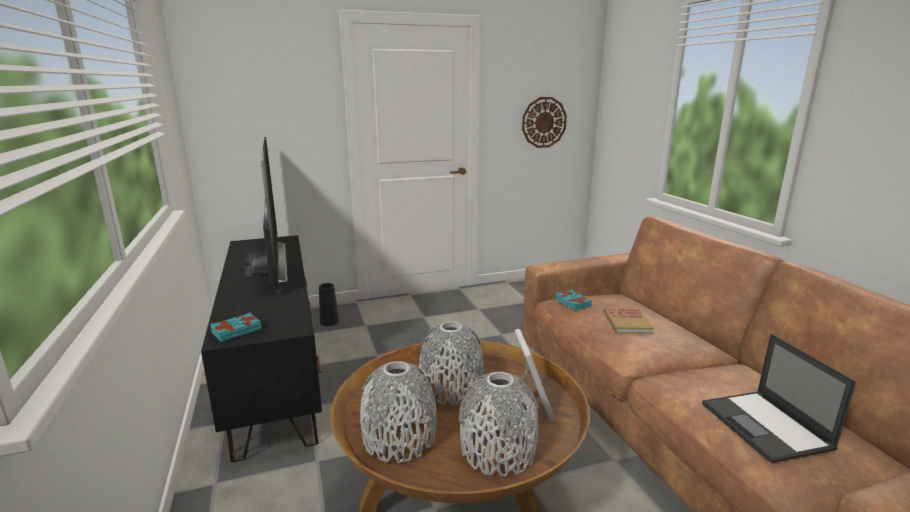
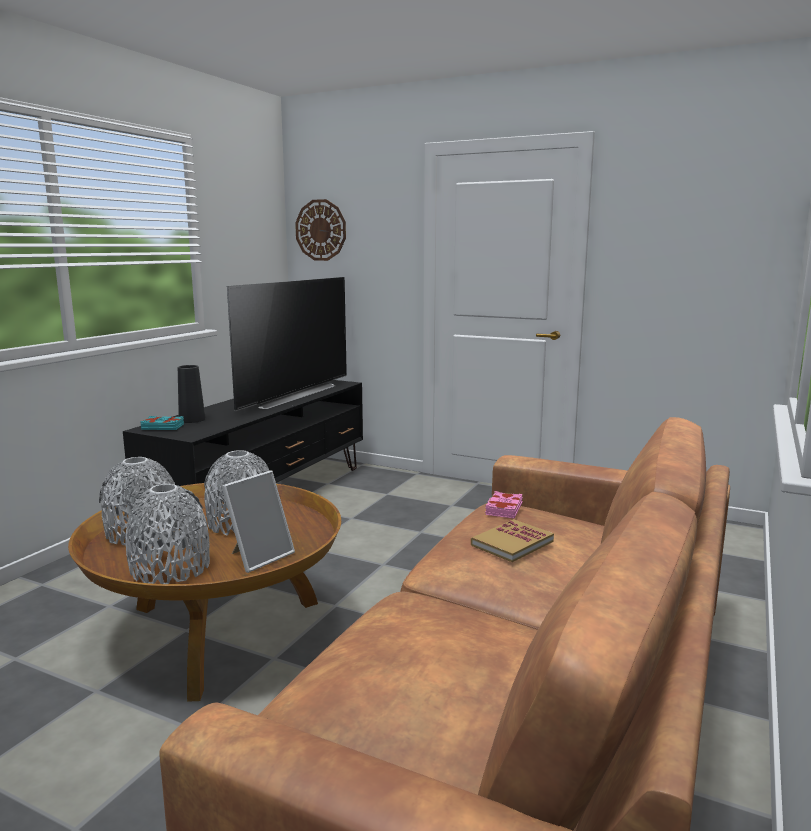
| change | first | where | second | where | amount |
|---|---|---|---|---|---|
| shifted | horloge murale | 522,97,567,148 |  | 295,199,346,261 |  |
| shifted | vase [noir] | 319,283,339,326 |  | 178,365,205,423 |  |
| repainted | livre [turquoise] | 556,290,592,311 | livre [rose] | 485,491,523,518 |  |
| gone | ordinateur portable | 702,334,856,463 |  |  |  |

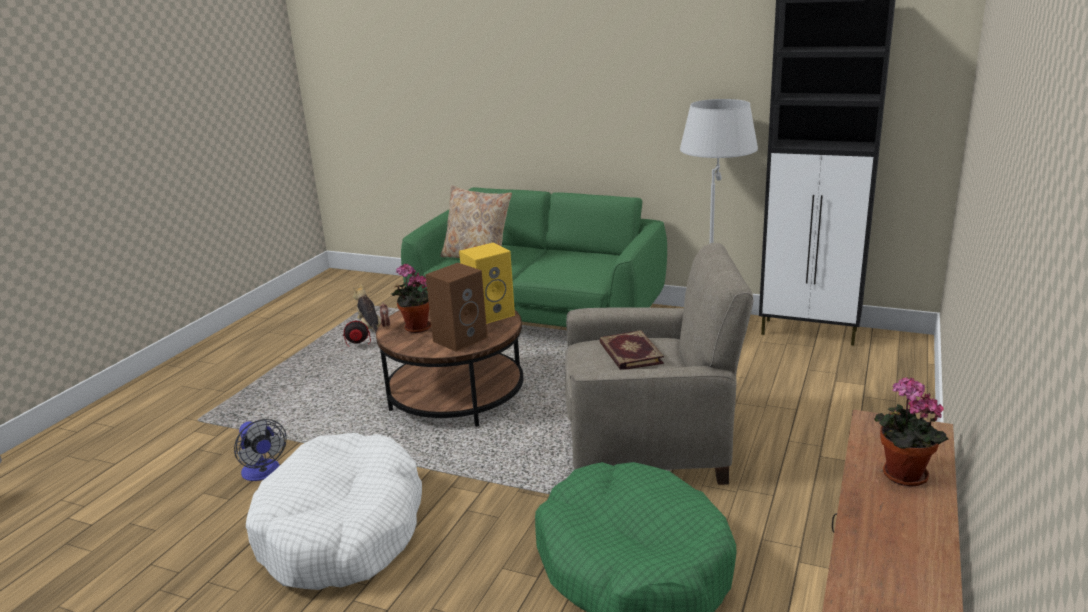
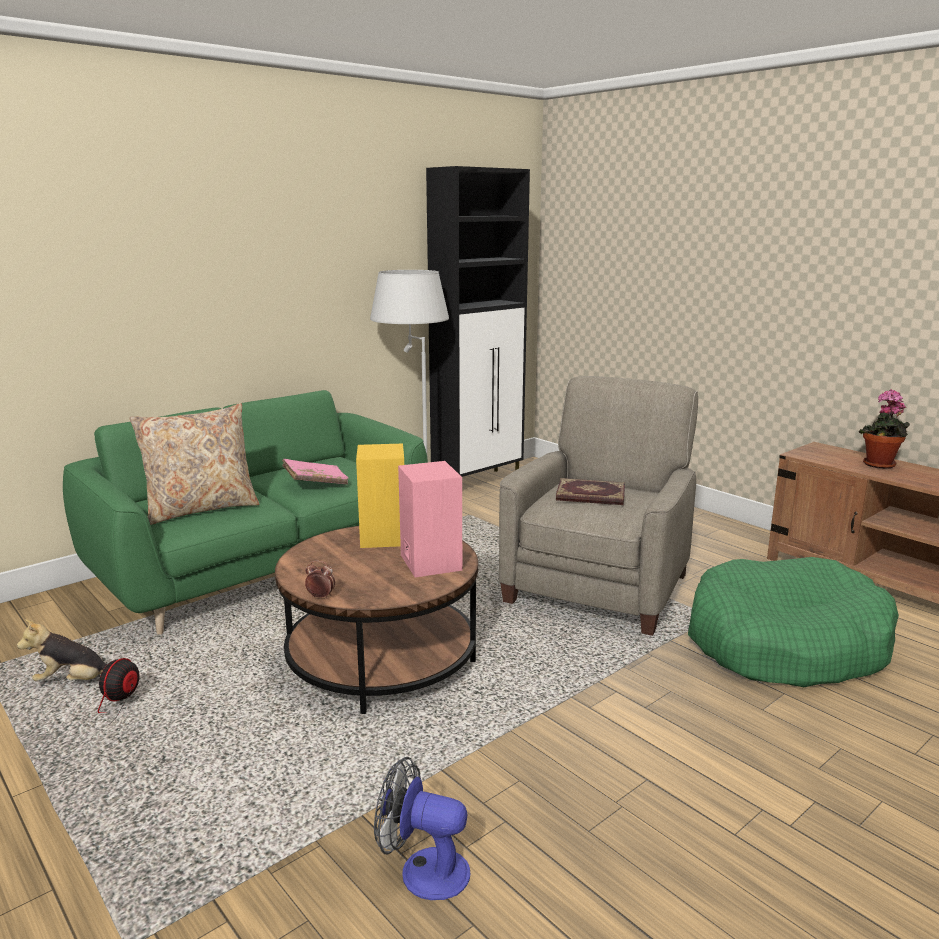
| change | first | where | second | where | amount |
|---|---|---|---|---|---|
| gone | plante en pot | 391,263,431,333 |  |  |  |
| repainted | enceinte [marron] | 425,263,488,352 | enceinte [rose] | 398,461,462,577 |  |
| rotated | ventilateur | 234,419,287,481 |  | 374,757,470,900 | 150 degrees counterclockwise |
| gone | panier pour chien [blanc] | 246,433,422,590 |  |  |  |
| new |  |  | livre [rose] | 282,459,348,485 |  |

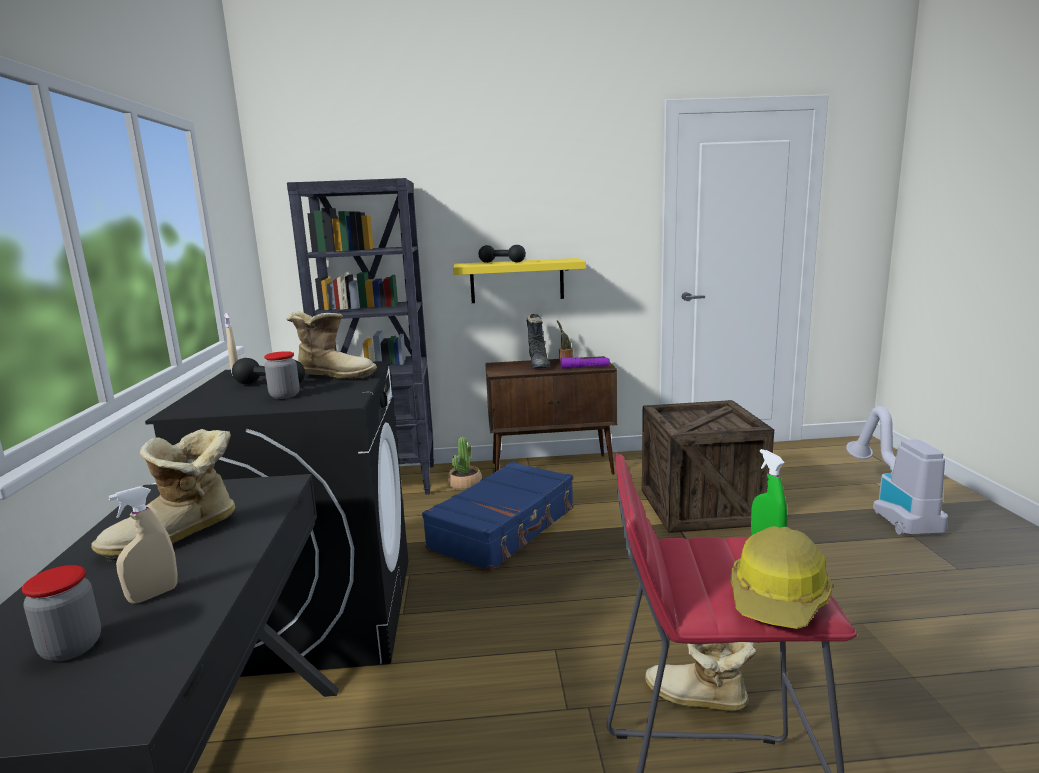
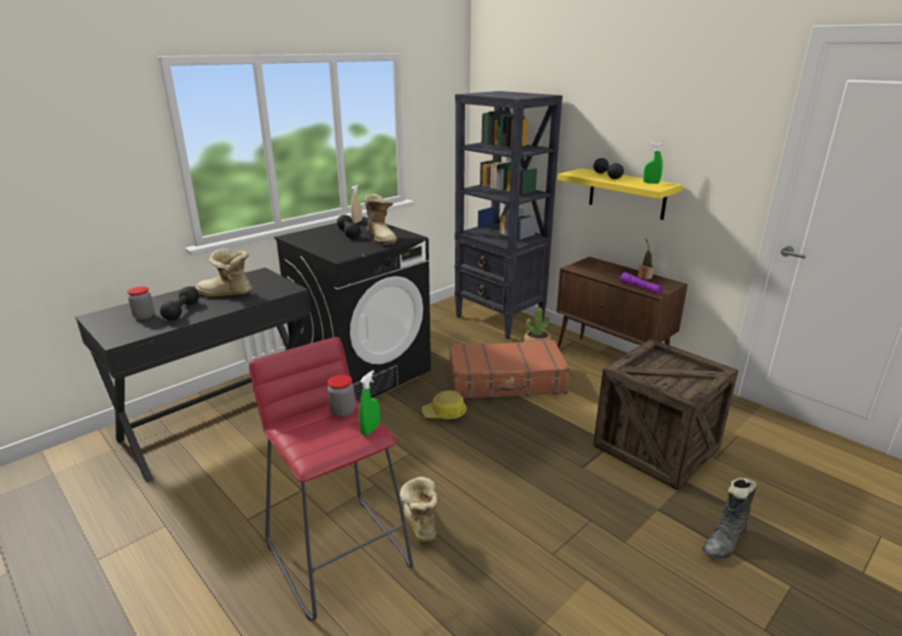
| change | first | where | second | where | amount |
|---|---|---|---|---|---|
| shifted | botte [noir] | 526,314,549,369 |  | 702,477,757,560 |  |
| shifted | bocal | 264,351,300,399 |  | 327,375,355,417 |  |
| gone | aspirateur | 846,406,948,535 |  |  |  |
| repainted | valise [bleu] | 422,461,574,571 | valise [marron] | 449,340,570,399 |  |
| swapped | vaporisateur [beige] | 108,486,178,603 | haltère [noir] | 160,286,199,320 |  |
| shifted | casque de chantier | 730,526,833,629 |  | 422,390,467,419 |  |
| new |  |  | vaporisateur [vert] | 643,142,663,184 |  |

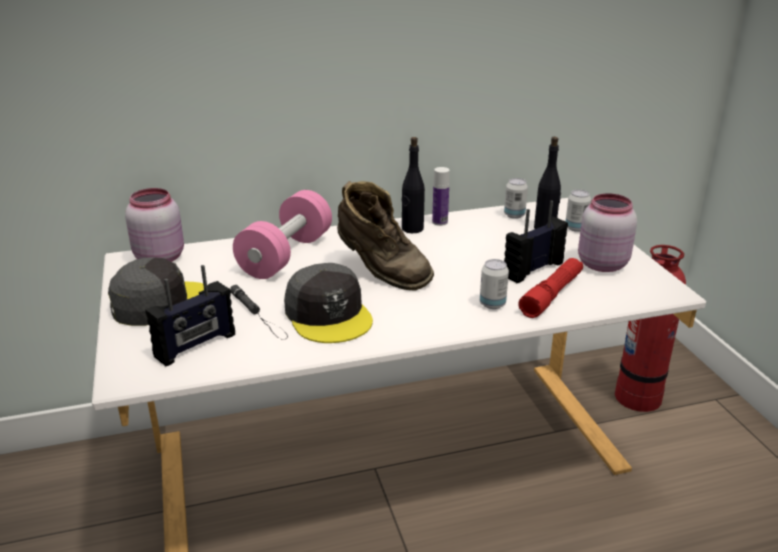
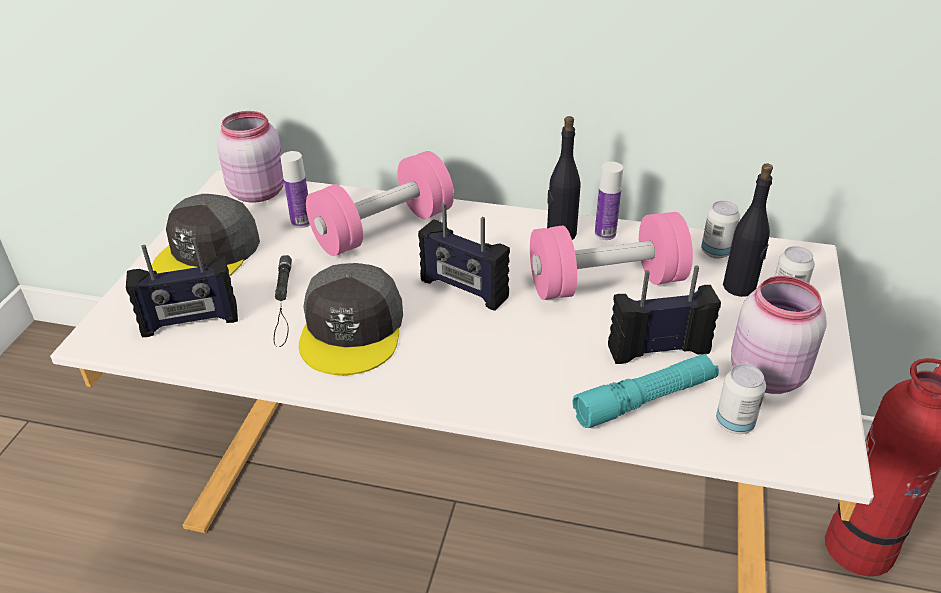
| change | first | where | second | where | amount |
|---|---|---|---|---|---|
| swapped | botte [marron] | 337,181,434,291 | radio | 418,203,510,311 |  |
| rotated | casquette [gris] | 108,257,204,326 |  | 152,194,260,277 | 105 degrees clockwise |
| repainted | lampe de poche [rouge] | 518,258,583,318 | lampe de poche [turquoise] | 572,354,719,428 |  |
| shifted | boîte métallique | 480,259,509,309 |  | 716,364,766,434 |  |
| new |  |  | bouteille | 281,151,310,228 |  |
| new |  |  | haltère [rose] | 530,212,693,300 |  |

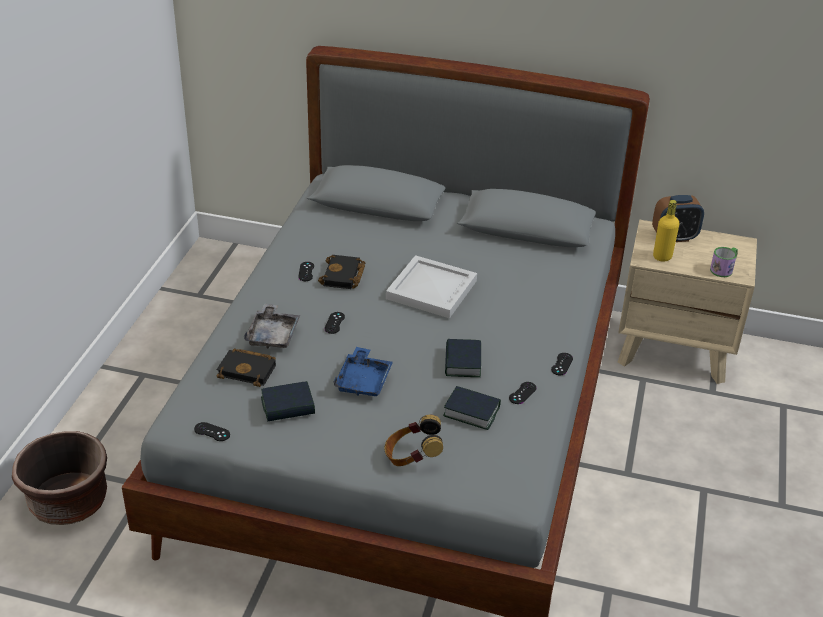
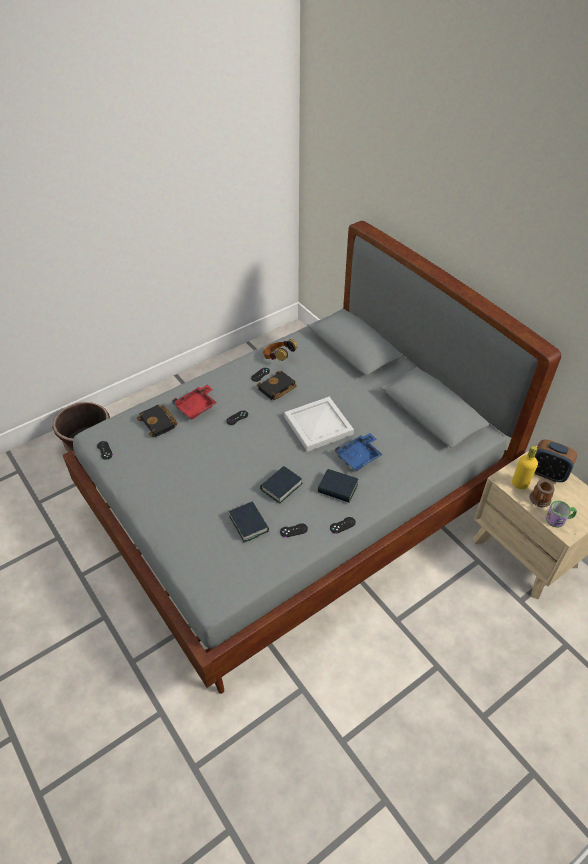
| change | first | where | second | where | amount |
|---|---|---|---|---|---|
| repainted | plateau [gris] | 244,303,300,348 | plateau [rouge] | 172,385,217,419 |  |
| shifted | plateau [bleu] | 334,347,393,396 |  | 335,433,383,471 |  |
| shifted | livre | 261,381,315,422 |  | 318,469,358,503 |  |
| shifted | casque audio | 384,415,443,466 |  | 263,339,298,361 |  |
| new |  |  | mug | 530,479,555,507 |  |

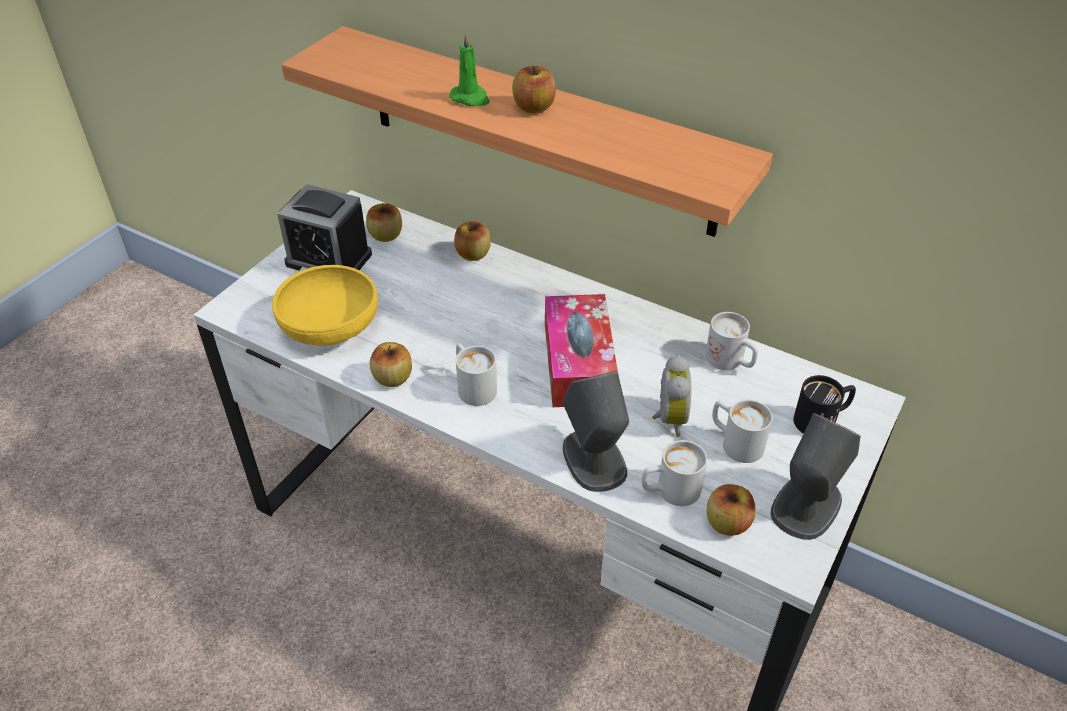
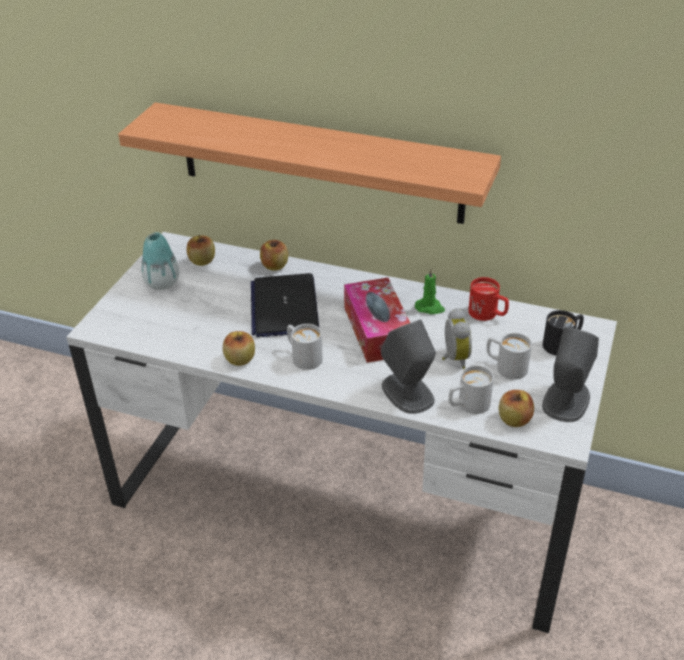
| change | first | where | second | where | amount |
|---|---|---|---|---|---|
| shifted | bougie [vert] | 450,33,490,106 |  | 415,268,445,314 |  |
| gone | pomme | 512,65,556,114 |  |  |  |
| swapped | réveil | 277,184,372,270 | vase | 141,232,179,290 |  |
| gone | bol [jaune] | 272,265,378,346 |  |  |  |
| repainted | mug [blanc] | 705,312,758,370 | mug [rouge] | 469,277,509,321 |  |
| new |  |  | ordinateur portable | 251,273,319,337 |  |

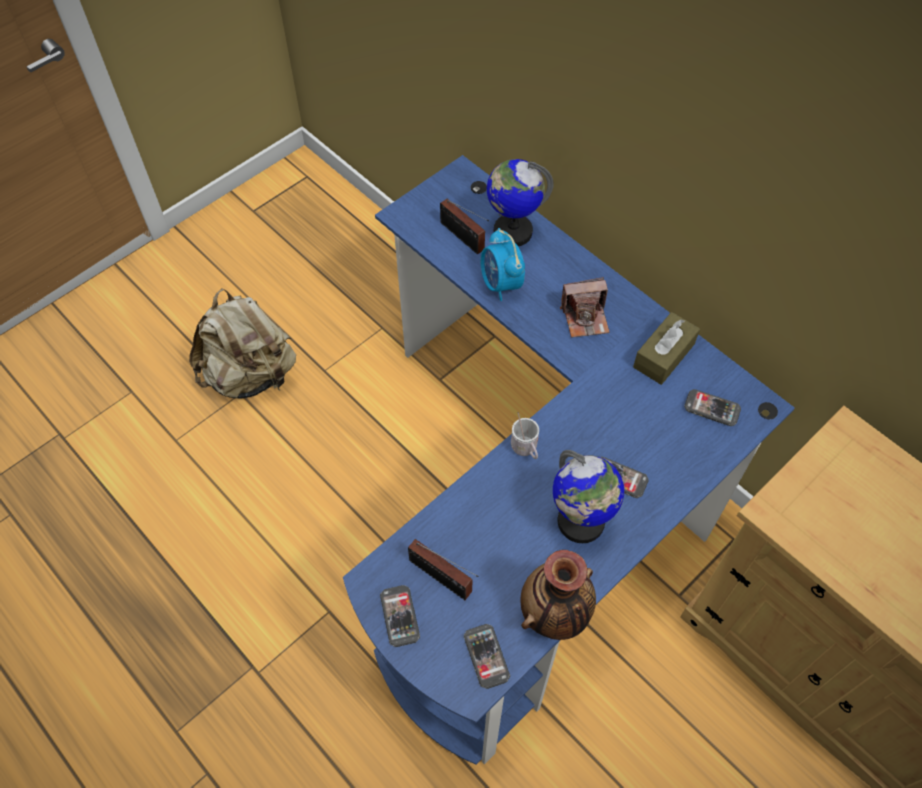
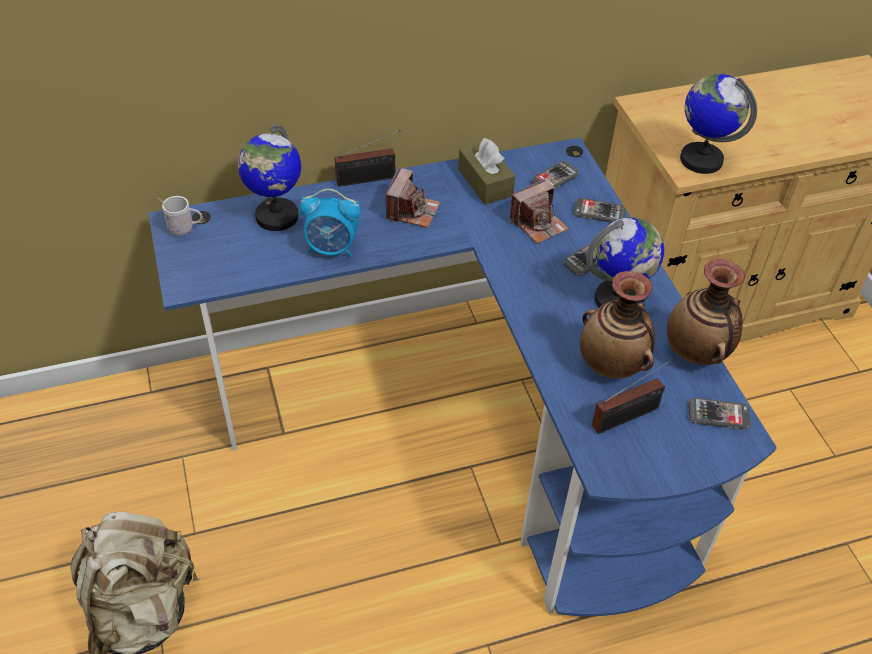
| change | first | where | second | where | amount |
|---|---|---|---|---|---|
| shifted | radio | 440,199,489,254 |  | 334,130,401,187 |  |
| shifted | mug [blanc] | 511,412,539,459 |  | 158,196,203,236 |  |
| shifted | téléphone | 380,585,420,647 |  | 574,198,626,222 |  |
| new |  |  | globe | 680,74,757,174 |  |
| new |  |  | appareil photo | 510,178,569,244 |  |
| new |  |  | vase | 580,271,655,378 |  |

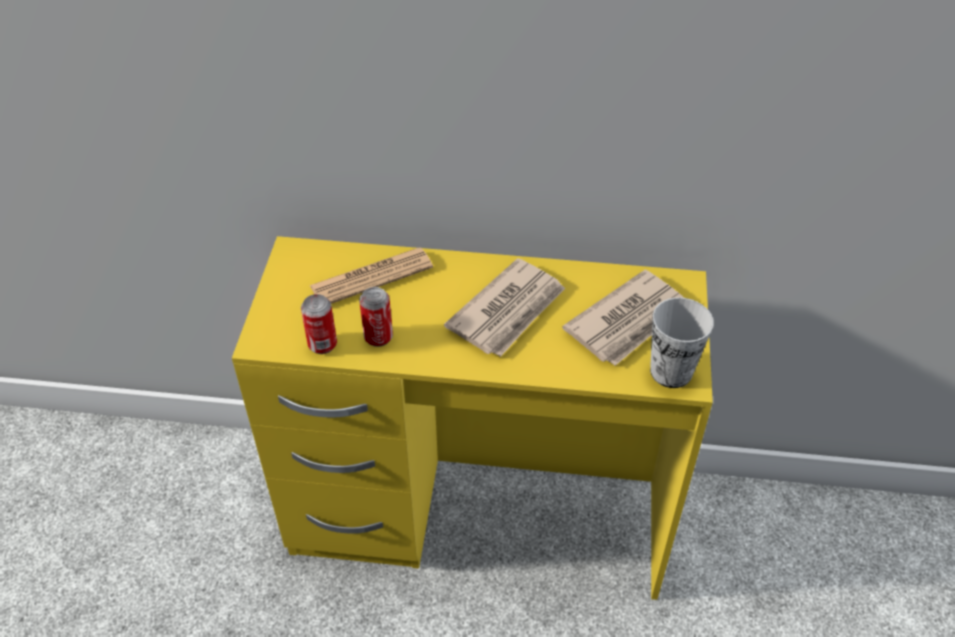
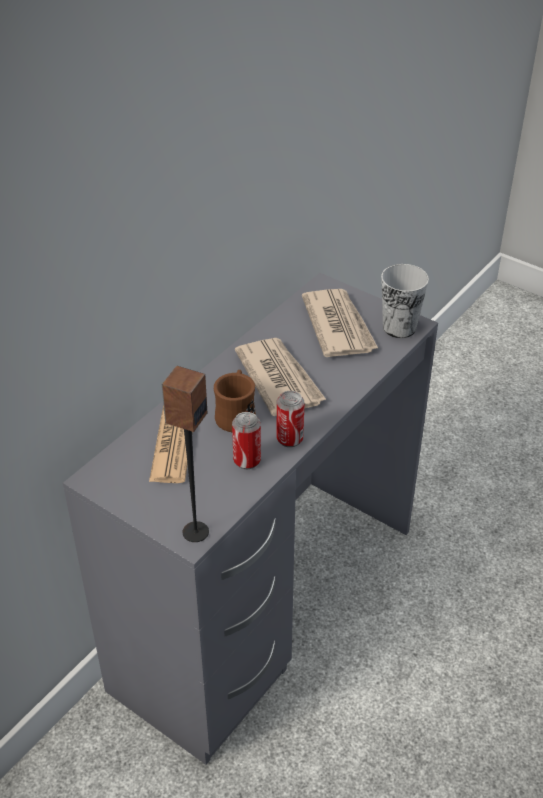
| change | first | where | second | where | amount |
|---|---|---|---|---|---|
| repainted | bureau [jaune] | 232,236,713,600 | bureau [gris] | 63,273,438,765 |  |
| shifted | boîte métallique | 301,294,337,354 |  | 277,391,304,447 |  |
| new |  |  | enceinte | 162,366,209,542 |  |
| new |  |  | mug [marron] | 214,370,256,432 |  |

